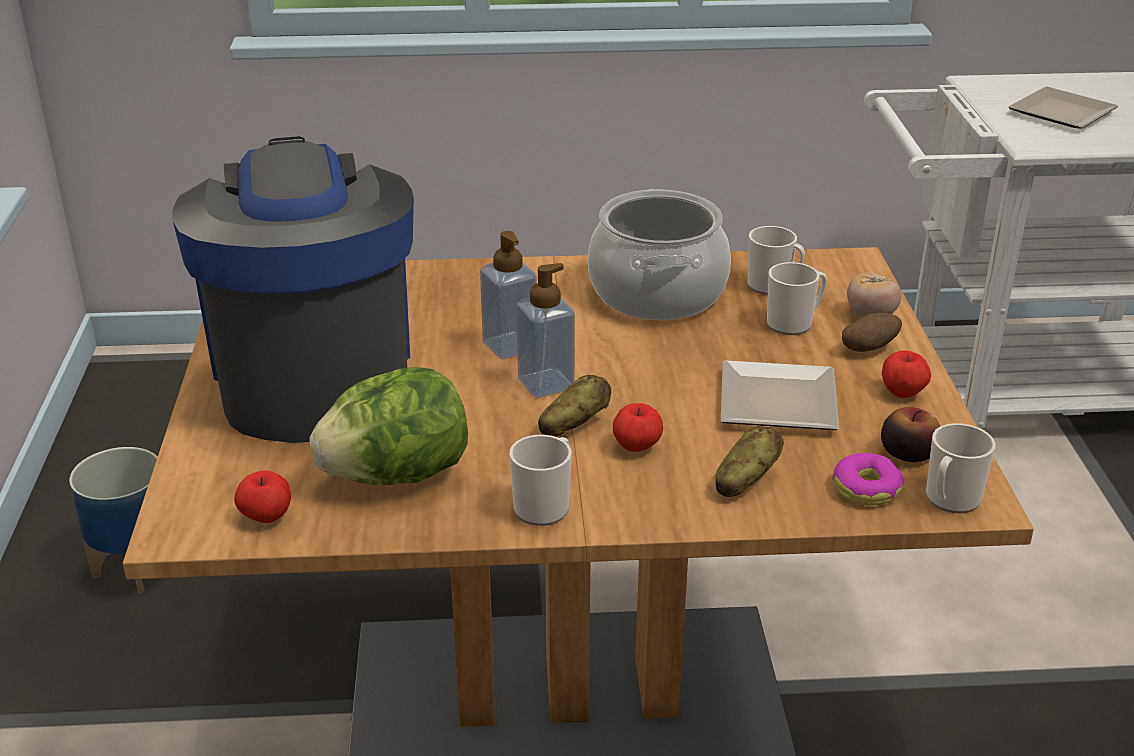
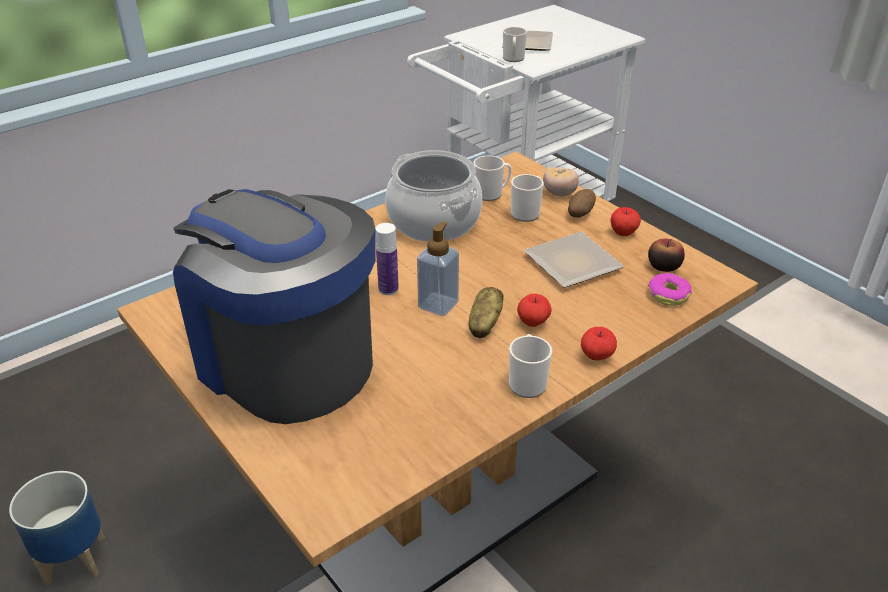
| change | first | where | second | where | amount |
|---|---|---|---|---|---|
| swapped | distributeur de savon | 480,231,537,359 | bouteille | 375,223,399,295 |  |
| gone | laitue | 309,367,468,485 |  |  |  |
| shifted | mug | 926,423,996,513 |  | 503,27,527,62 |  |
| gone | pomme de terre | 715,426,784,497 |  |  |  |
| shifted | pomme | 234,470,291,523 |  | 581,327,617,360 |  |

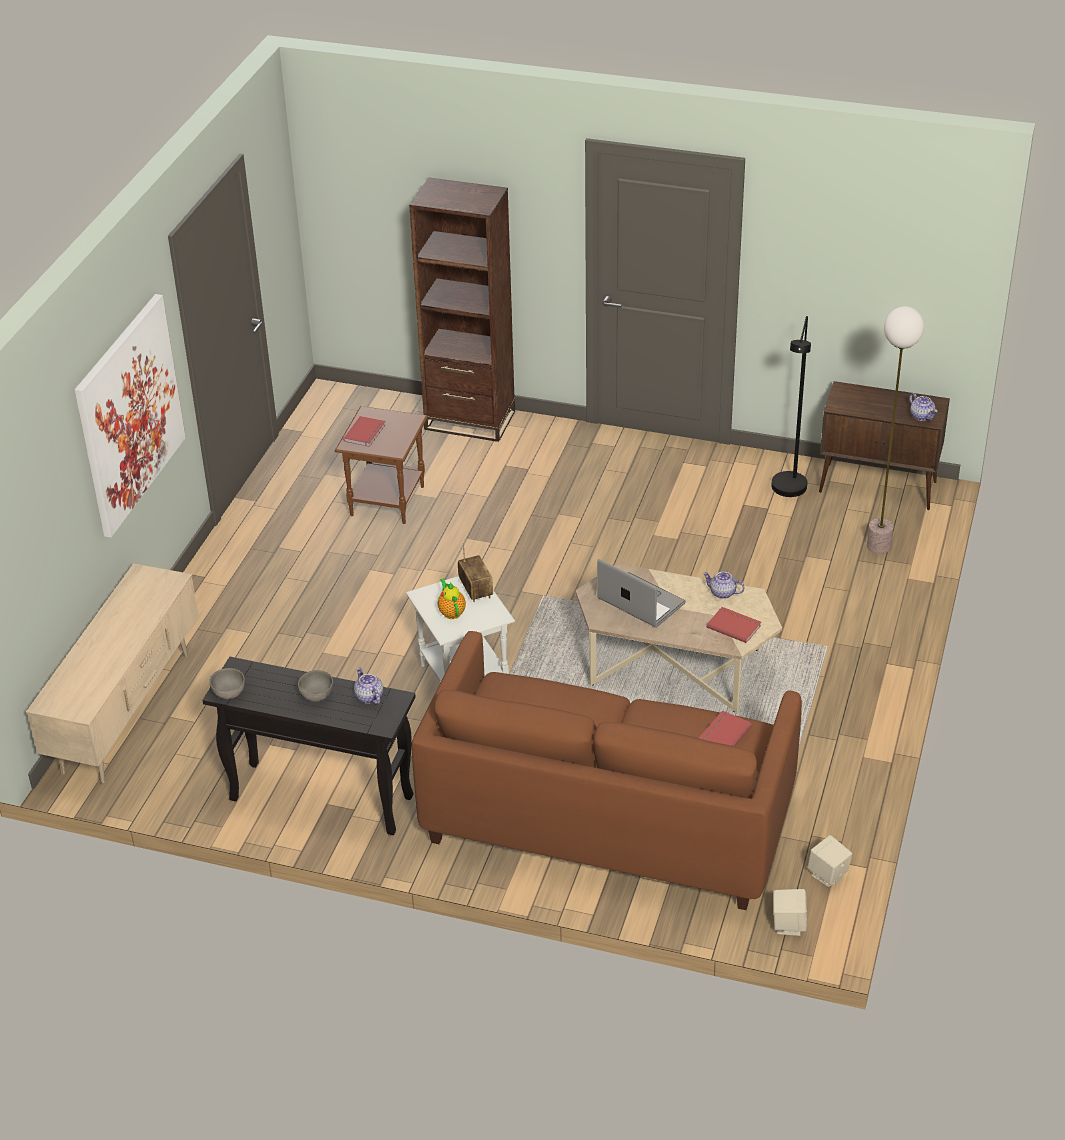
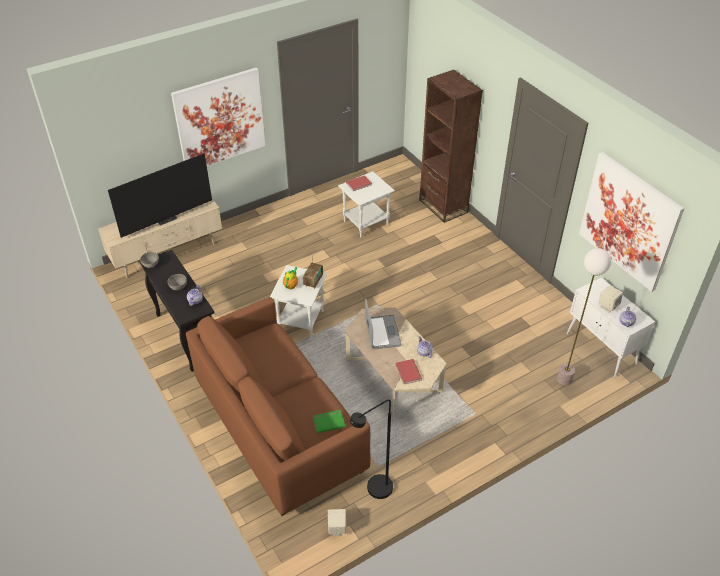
| change | first | where | second | where | amount |
|---|---|---|---|---|---|
| shifted | lampadaire [noir] | 771,316,811,497 |  | 350,399,393,499 |  |
| repainted | meuble de rangement [marron] | 819,381,950,510 | meuble de rangement [blanc] | 567,277,655,377 |  |
| repainted | table d'appoint [marron] | 335,406,428,524 | table d'appoint [blanc] | 338,171,395,238 |  |
| repainted | livre [rouge] | 699,710,752,747 | livre [vert] | 313,410,346,433 |  |
| shifted | enceinte [beige] | 773,889,807,936 |  | 599,286,623,313 |  |
| new |  |  | tableau | 579,152,685,292 |  |
| new |  |  | téléviseur | 108,153,212,238 |  |

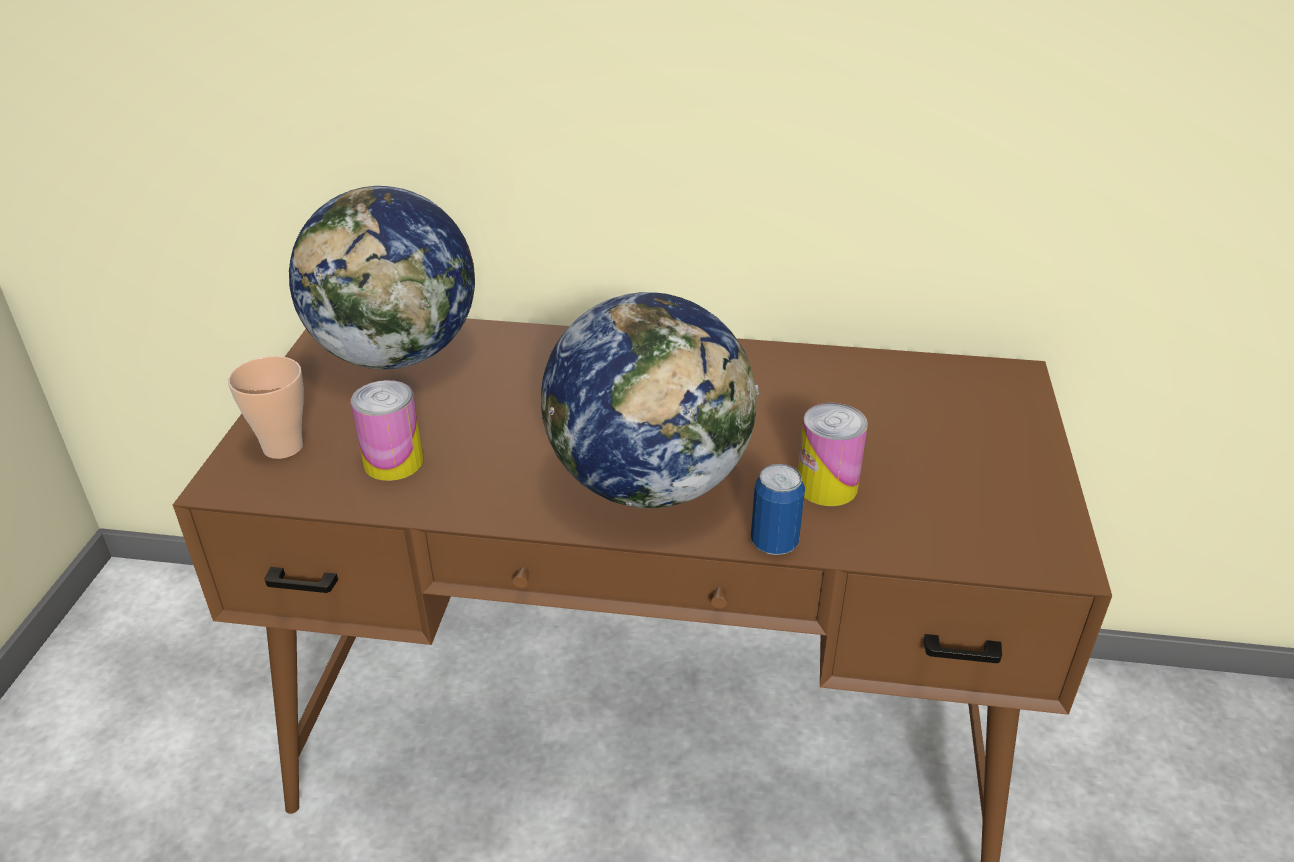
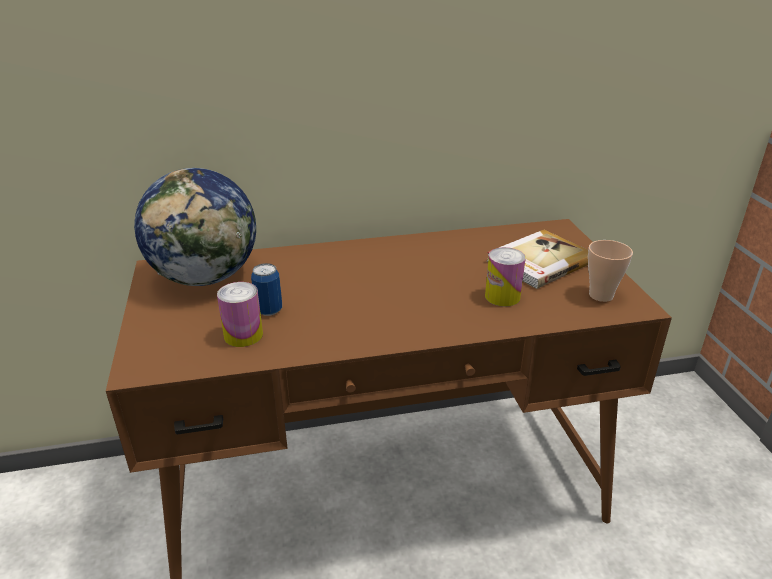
| change | first | where | second | where | amount |
|---|---|---|---|---|---|
| gone | globe | 541,292,759,508 |  |  |  |
| shifted | tasse | 228,356,303,459 |  | 588,240,633,302 |  |
| shifted | boîte métallique | 751,464,805,555 |  | 251,263,282,316 |  |
| new |  |  | livre | 486,230,588,289 |  |

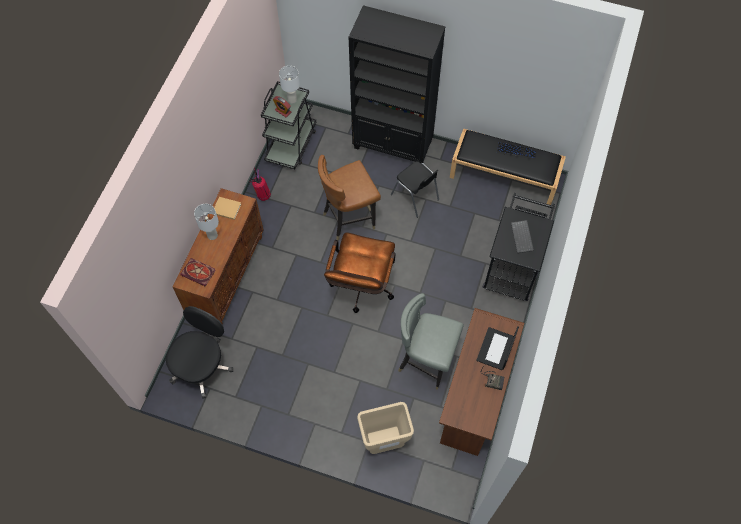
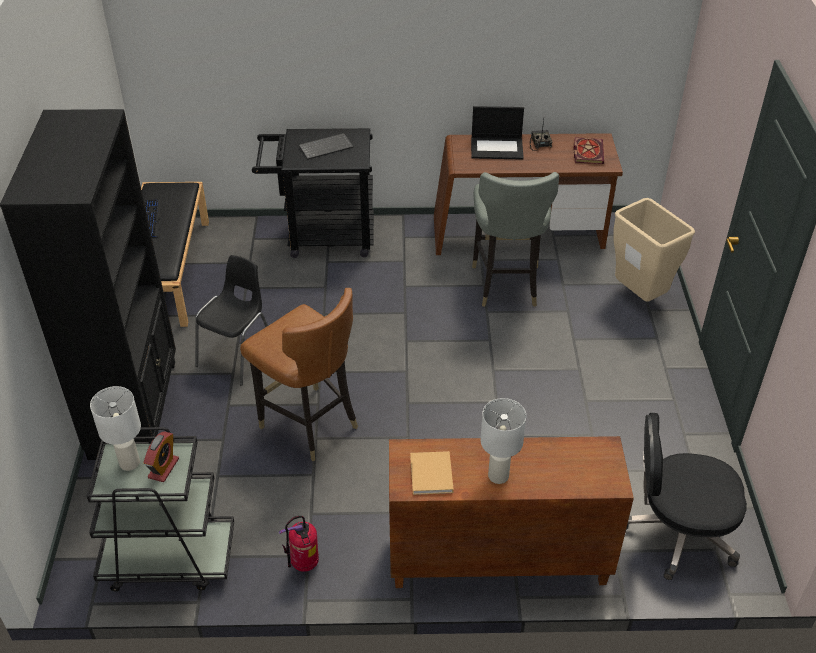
| change | first | where | second | where | amount |
|---|---|---|---|---|---|
| gone | chaise de bureau [marron] | 324,232,396,313 |  |  |  |
| shifted | livre | 180,258,216,287 |  | 574,137,604,164 |  |

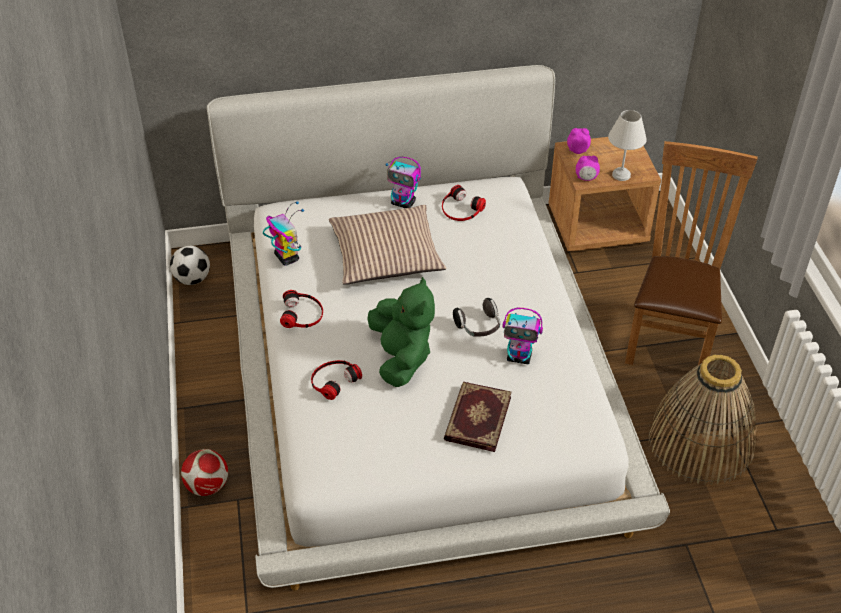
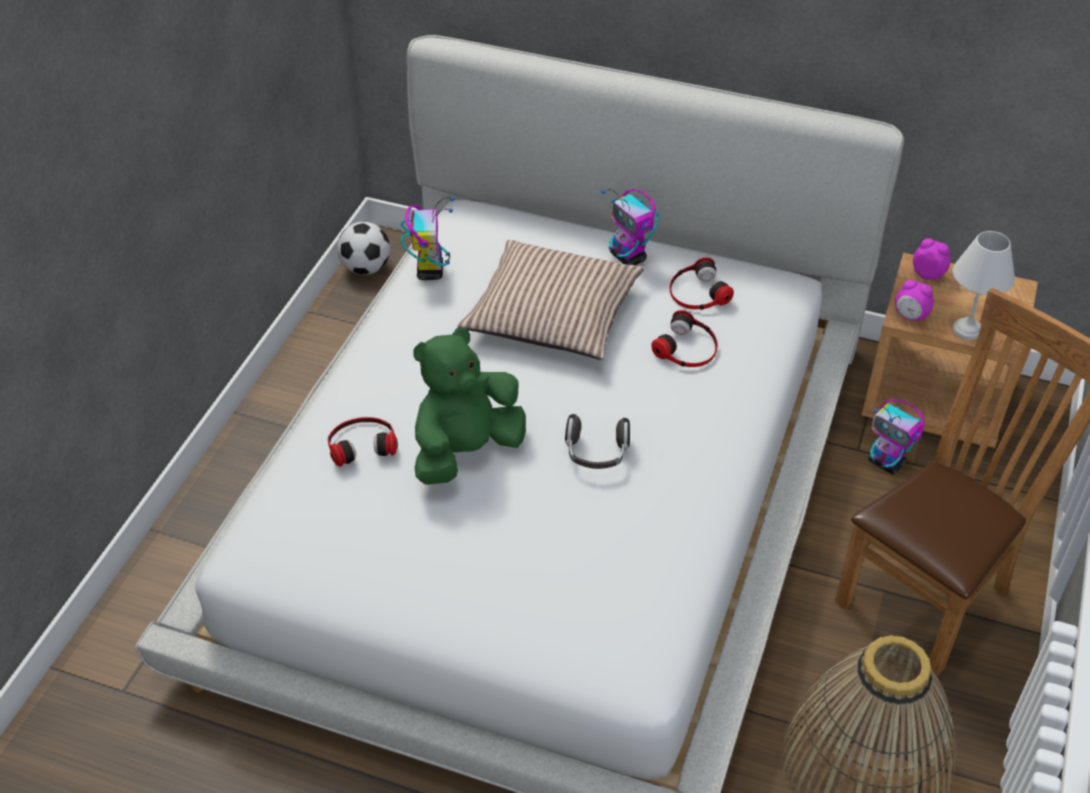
| change | first | where | second | where | amount |
|---|---|---|---|---|---|
| rotated | peluche [vert] | 368,277,435,387 |  | 413,328,526,485 | 150 degrees counterclockwise |
| shifted | casque audio | 280,290,323,328 |  | 651,310,718,367 |  |
| shifted | robot jouet | 502,308,543,364 |  | 869,399,925,475 |  |
| gone | livre | 444,382,512,452 |  |  |  |
| gone | ballon de foot | 181,449,228,496 |  |  |  |

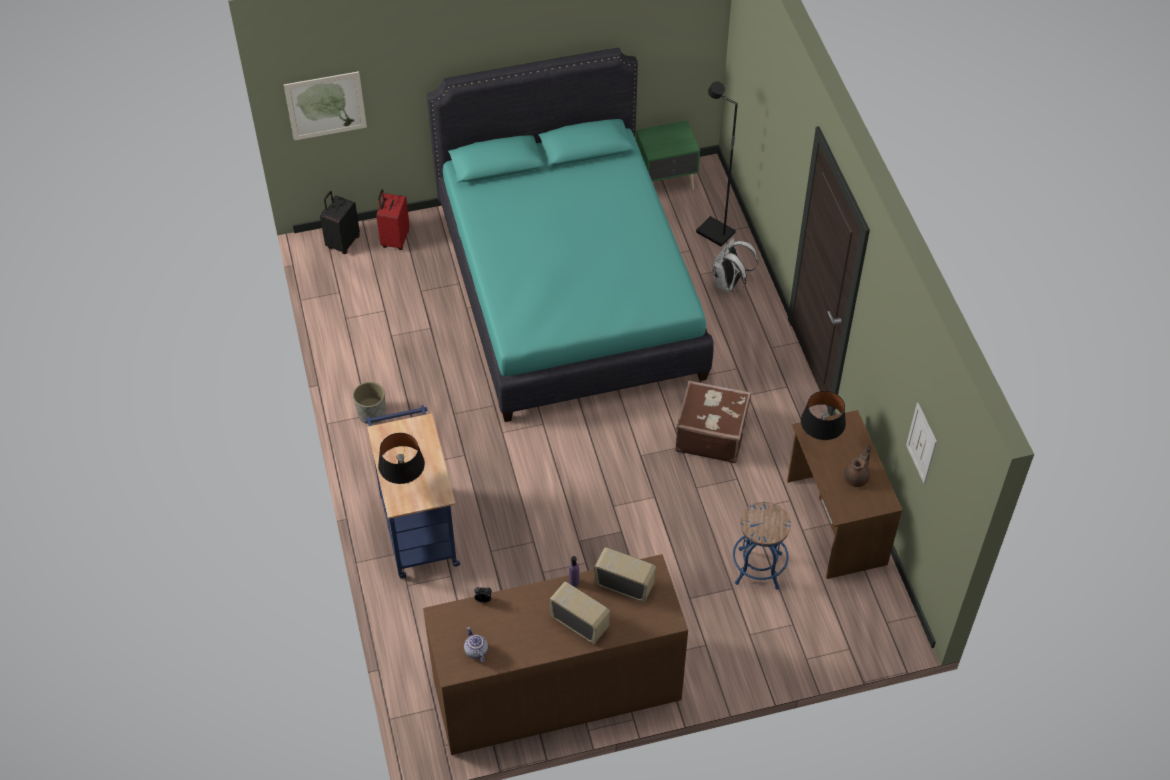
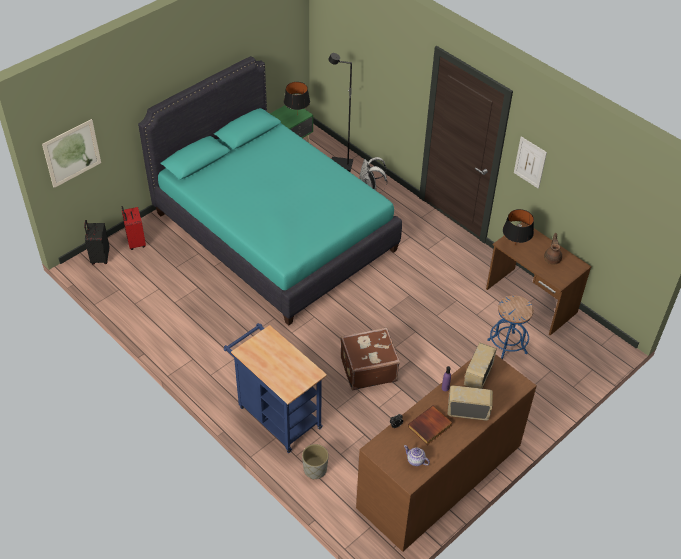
| change | first | where | second | where | amount |
|---|---|---|---|---|---|
| shifted | valise [marron] | 675,380,751,463 |  | 341,327,400,390 |  |
| shifted | cache-pot [gris] | 353,382,386,424 |  | 302,444,329,479 |  |
| shifted | tableau | 906,403,937,484 |  | 514,137,547,189 |  |
| shifted | lampe de table [noir] | 378,433,425,484 |  | 284,82,310,110 |  |
| rotated | radio | 594,547,656,602 |  | 464,342,497,389 | 60 degrees counterclockwise |
| new |  |  | livre | 408,405,453,445 |  |

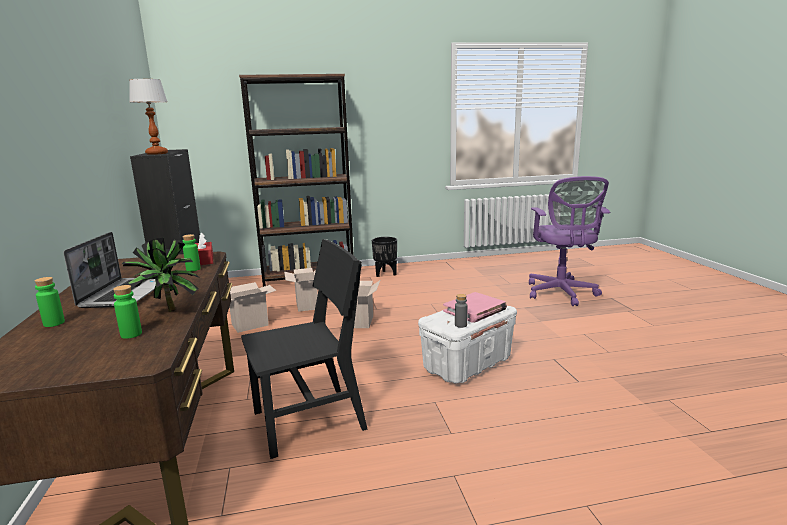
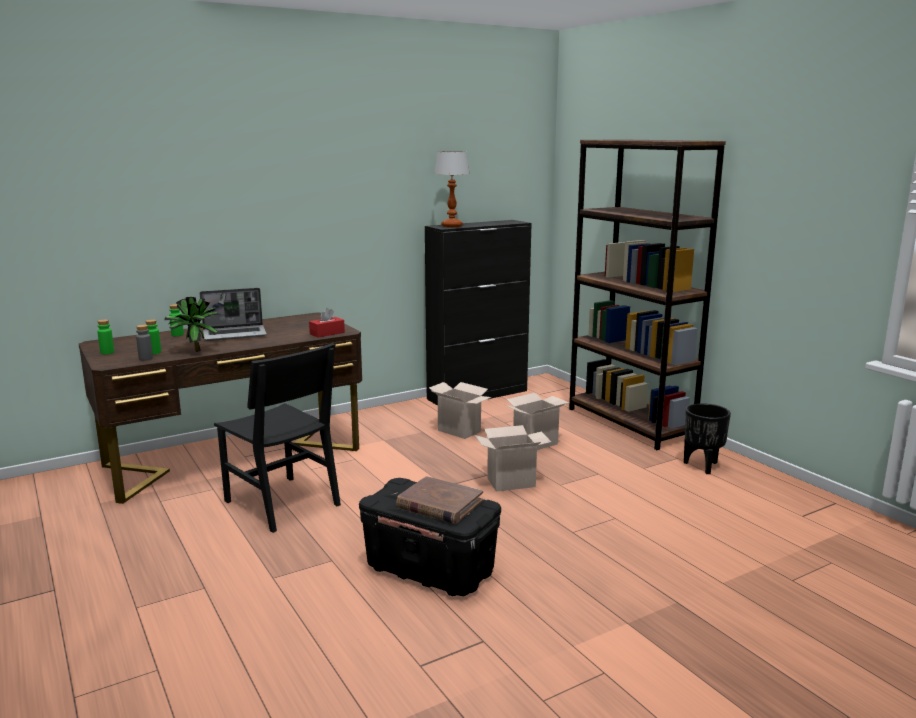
| change | first | where | second | where | amount |
|---|---|---|---|---|---|
| gone | chaise de bureau [violet] | 529,176,610,306 |  |  |  |
| shifted | bouteille [vert] | 182,234,201,271 |  | 97,319,114,354 |  |
| repainted | livre [rose] | 443,292,507,323 | livre [marron] | 396,476,483,524 |  |
| shifted | bouteille [gris] | 455,294,468,328 |  | 136,325,153,361 |  |
| repainted | boîte de rangement [blanc] | 418,306,517,383 | boîte de rangement [noir] | 359,478,501,596 |  |

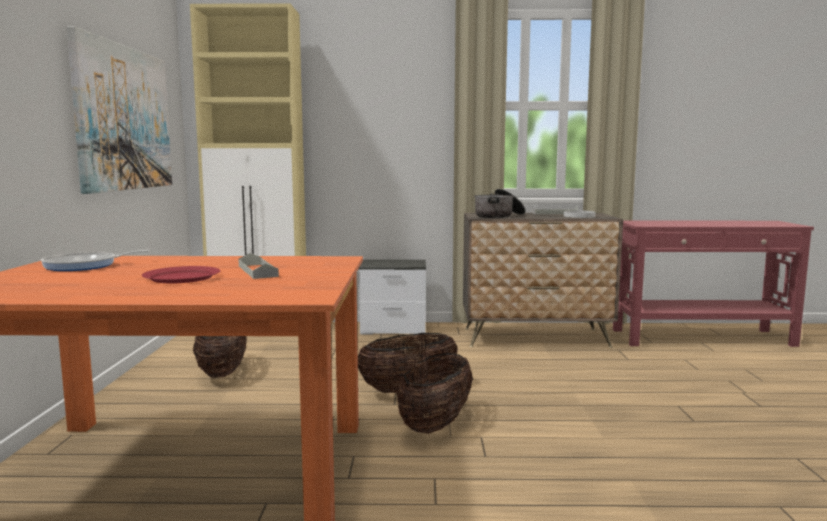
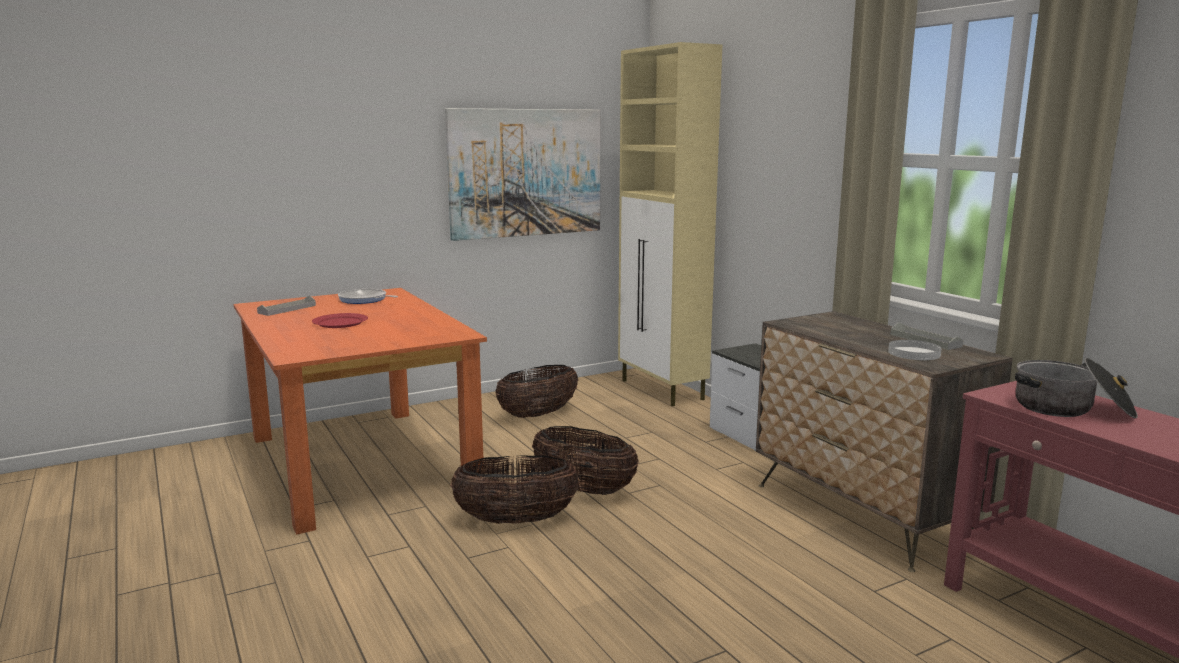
| change | first | where | second | where | amount |
|---|---|---|---|---|---|
| shifted | marmite | 474,189,525,218 |  | 1015,358,1138,418 |  |
| shifted | plateau [gris] | 238,253,279,279 |  | 257,295,316,316 |  |

